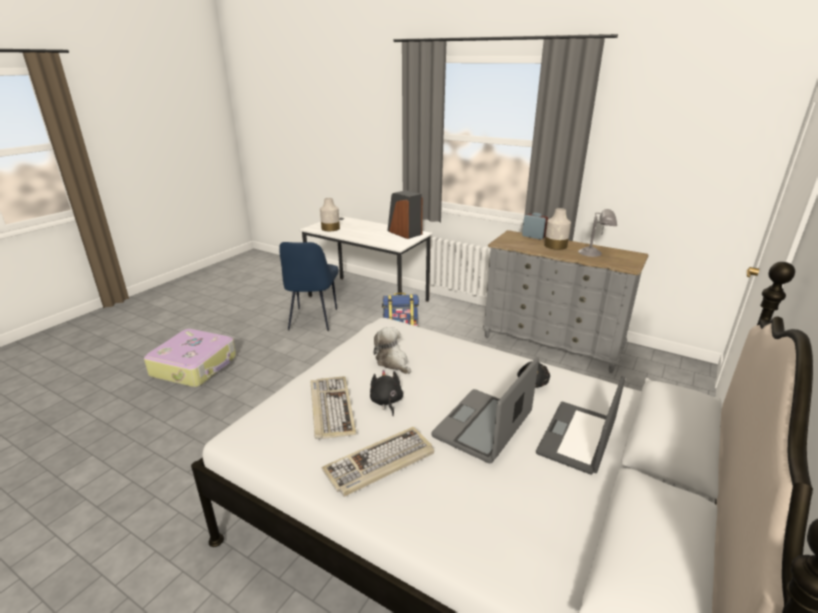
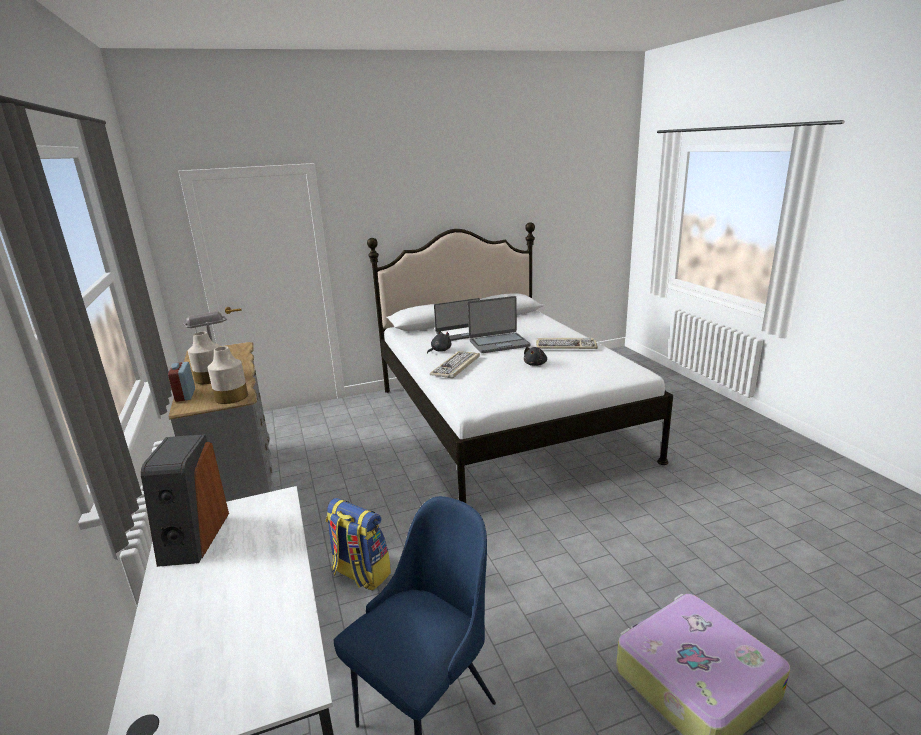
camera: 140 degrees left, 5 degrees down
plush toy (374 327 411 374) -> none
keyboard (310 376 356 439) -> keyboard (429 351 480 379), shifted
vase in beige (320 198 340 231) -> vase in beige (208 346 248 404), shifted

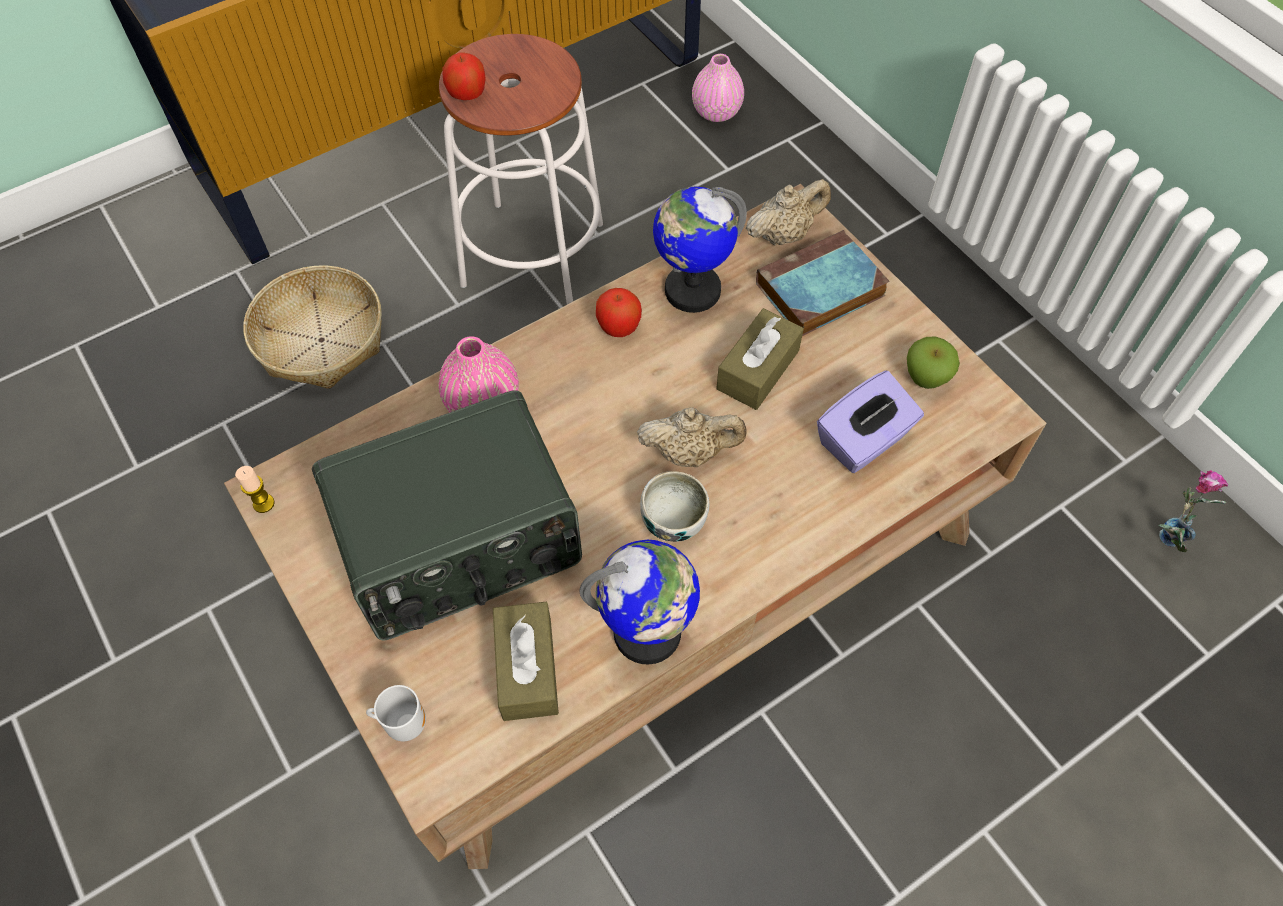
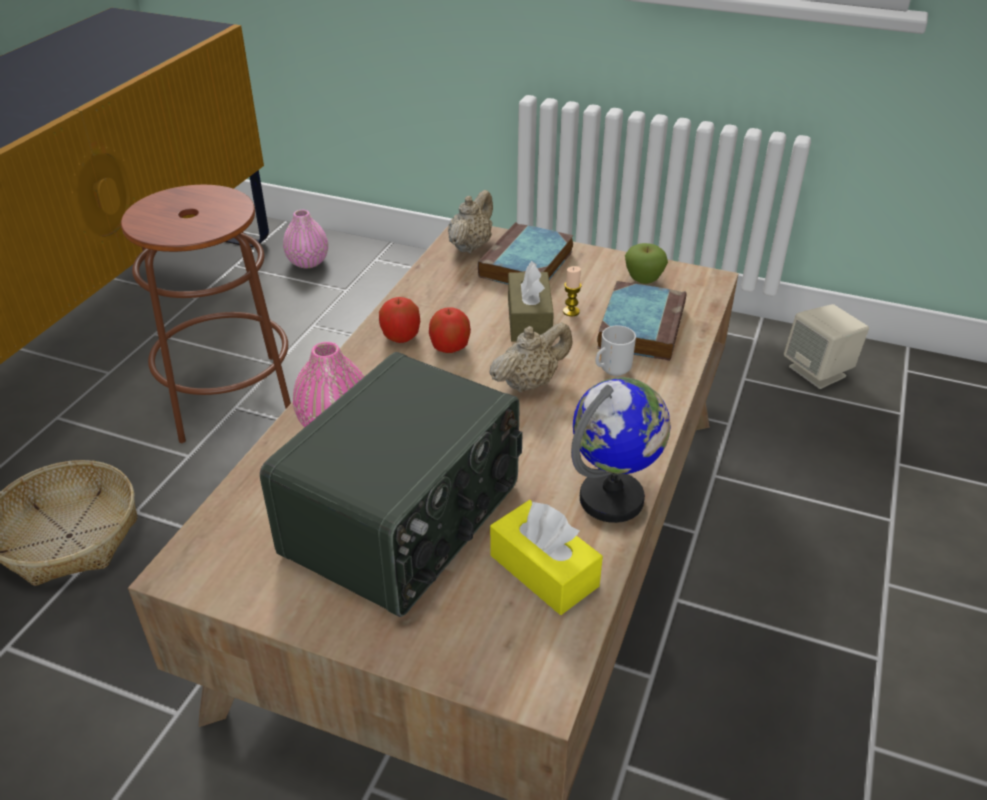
camera: 35 degrees left, 20 degrees down
bowl (640 471 709 542) -> none
globe (653 187 747 313) -> none
candle (235 466 275 513) -> candle (563 266 582 316), shifted
mug (366 685 426 741) -> mug (595 326 636 376), shifted
apple (442 53 486 100) -> apple (429 307 471 353), shifted
tissue box in purple (817 371 924 473) -> book (597 281 686 361)
vase (1158 470 1228 552) -> speaker in beige (784 304 869 389)
stool in white (439 34 603 305) -> stool in brown (121 185 291 443)
tissue box in brown (493 602 559 721) -> tissue box in yellow (490 500 603 615)

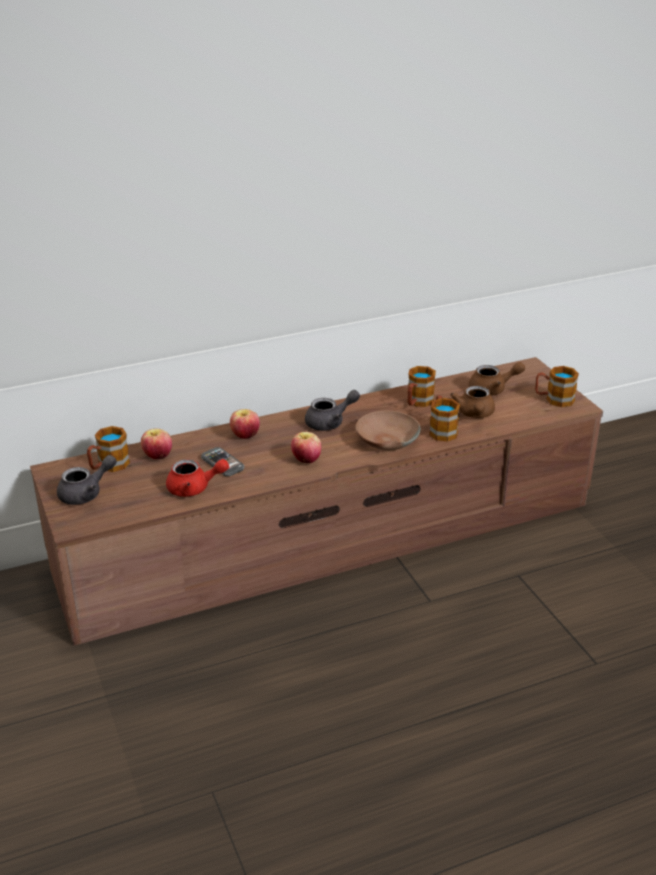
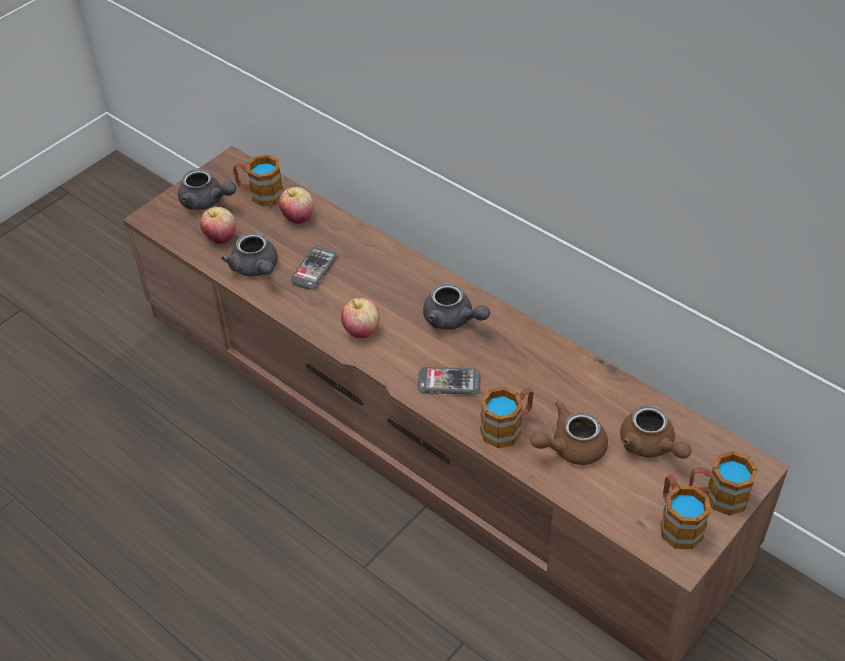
camera: 65 degrees right, 15 degrees up
apple (230 409 260 439) -> apple (200 207 236 244), shifted
mug (407 366 436 407) -> mug (689 451 758 516), shifted
bowl in brown (355 411 421 450) -> phone (418 367 481 395)
teapot in red (166 459 229 497) -> teapot in grey (222 232 278 277)

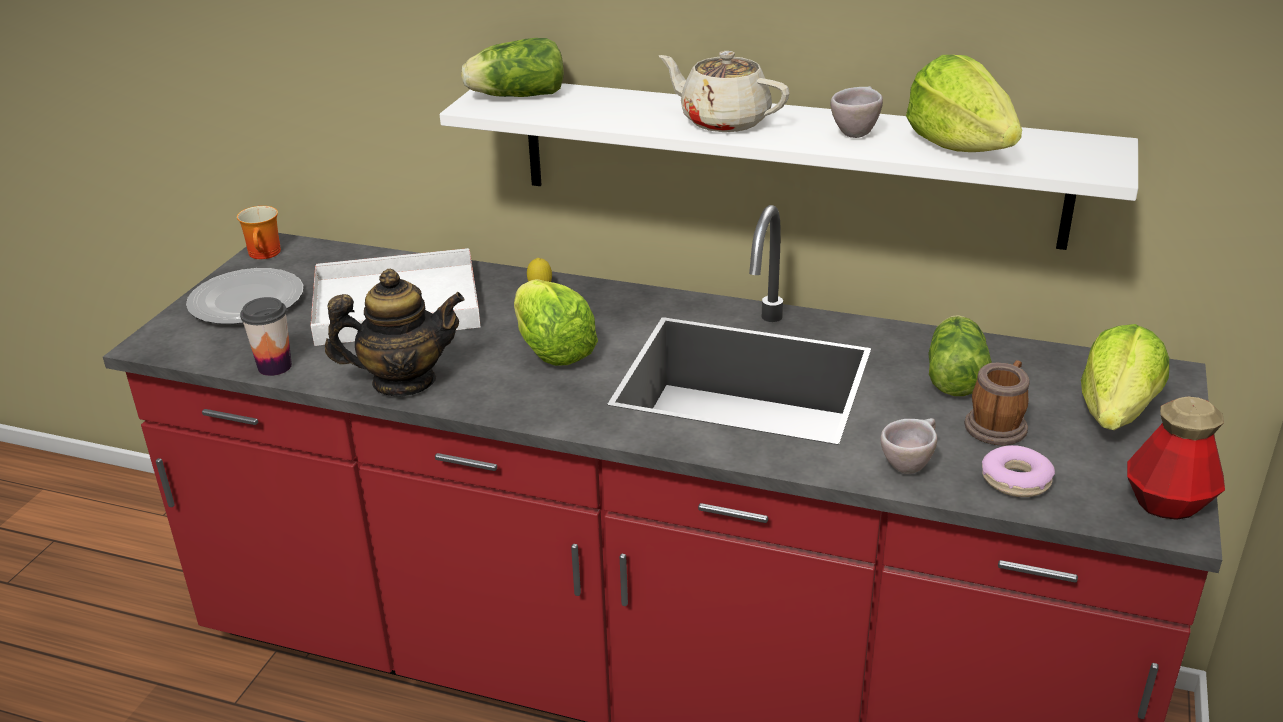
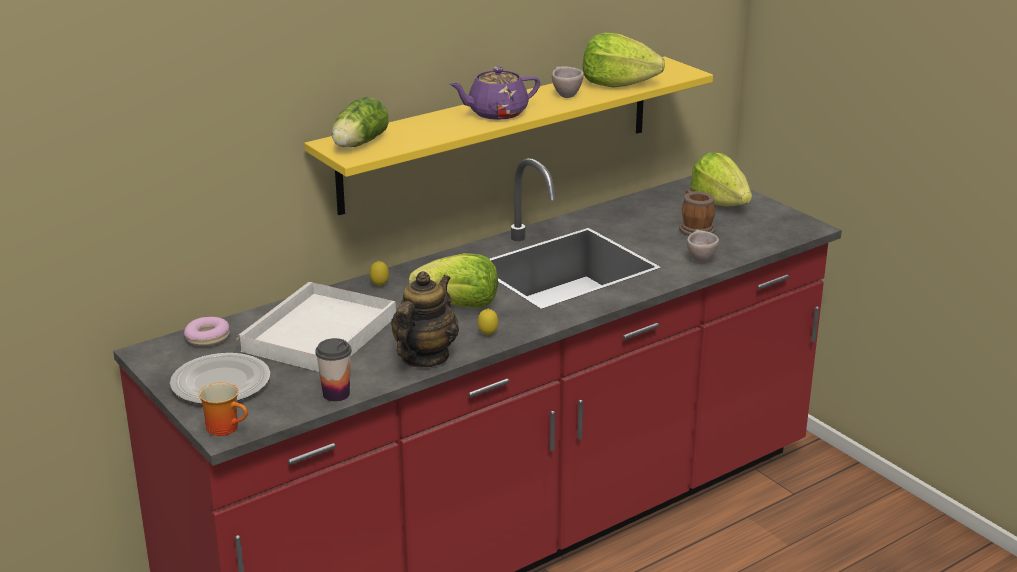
camera: 55 degrees left, 5 degrees down
lettuce (928 315 992 396) -> none
bottle (1127 397 1225 520) -> none
none -> lemon (478 309 498 335)
mug (237 206 281 259) -> mug (199 382 248 436), shifted
donut (982 445 1055 497) -> donut (184 317 229 346), shifted
shelf in white (440 83 1138 250) -> shelf in yellow (304 57 713 215)
teapot in beige (659 51 790 132) -> teapot in purple (450 67 540 120)

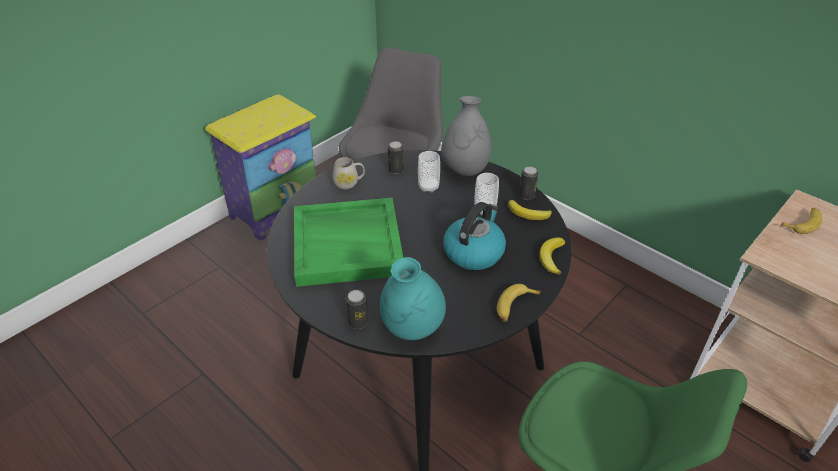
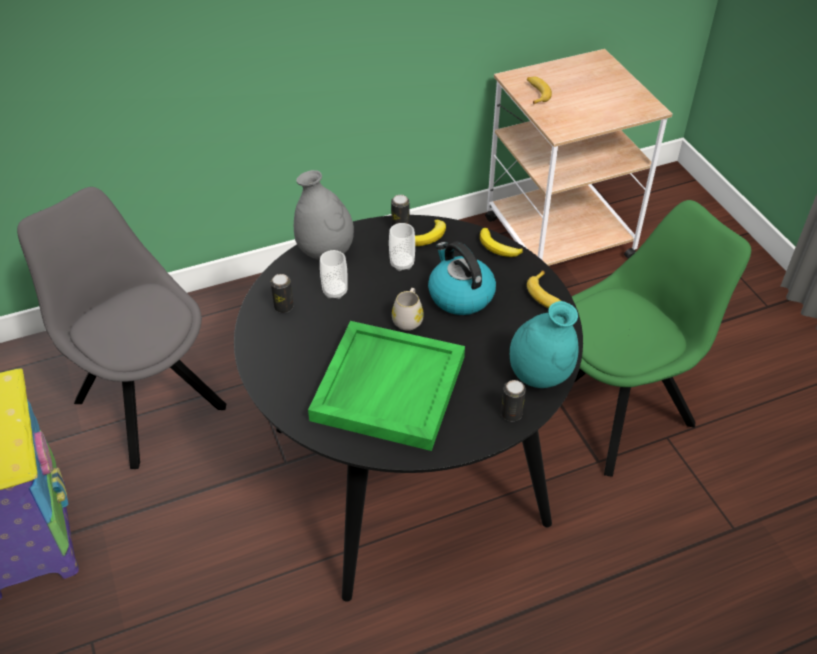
camera: 65 degrees left, 5 degrees up
mug in white (332 157 365 189) -> mug in white (392 288 424 331), shifted

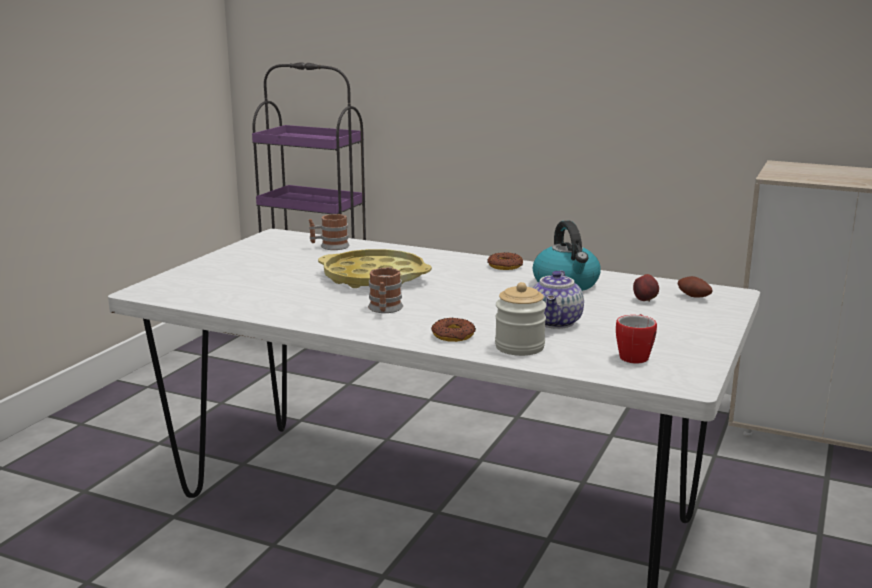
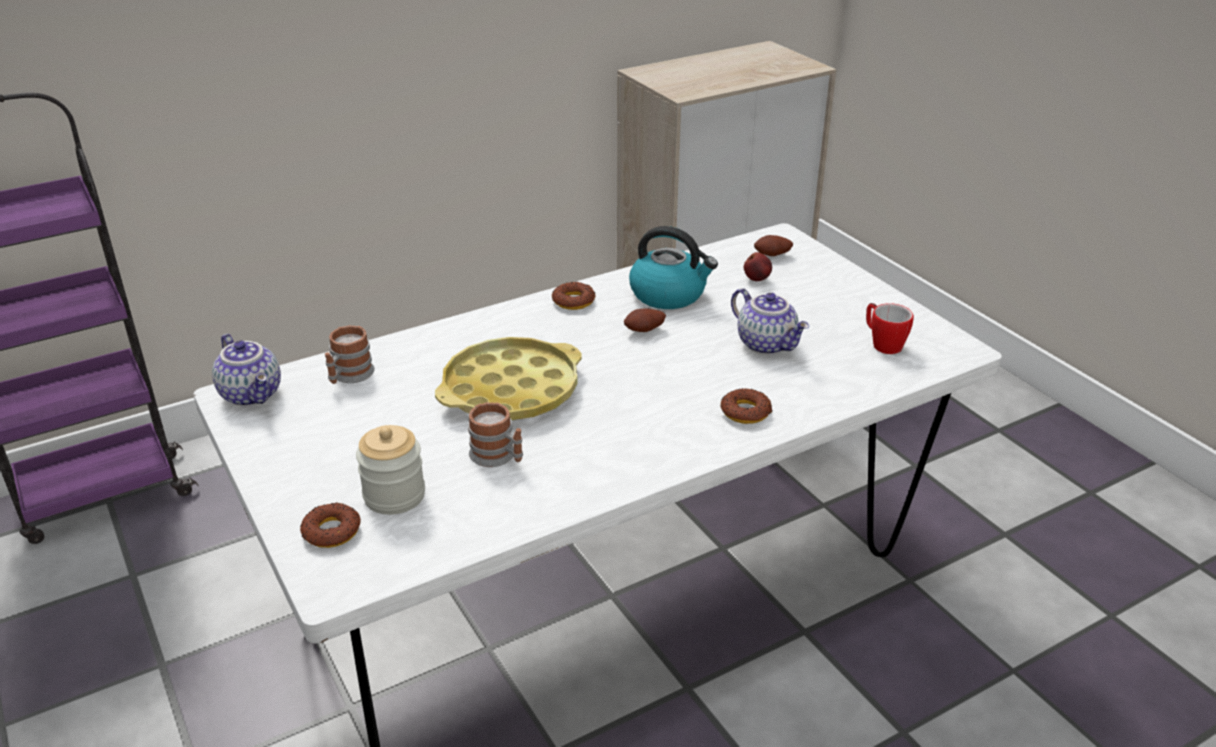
camera: 55 degrees left, 15 degrees up
none -> teapot (212 334 281 407)
none -> donut (300 502 361 548)
none -> potato (624 308 666 332)
mug (368 267 403 313) -> mug (468 402 523 467), shifted
jar (495 282 547 356) -> jar (356 425 425 515), shifted

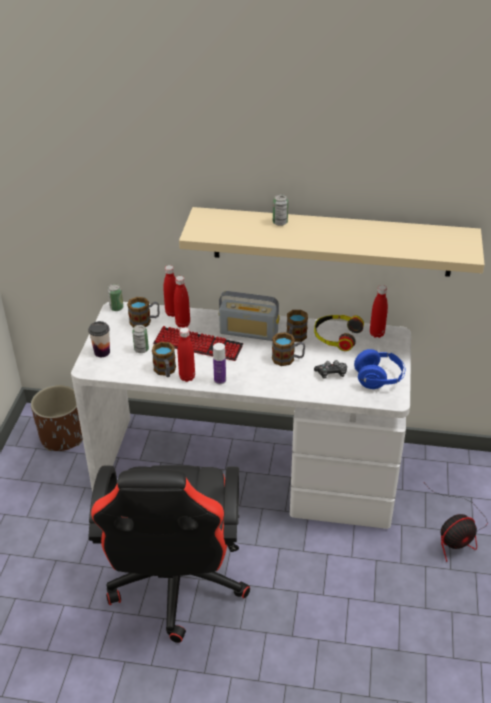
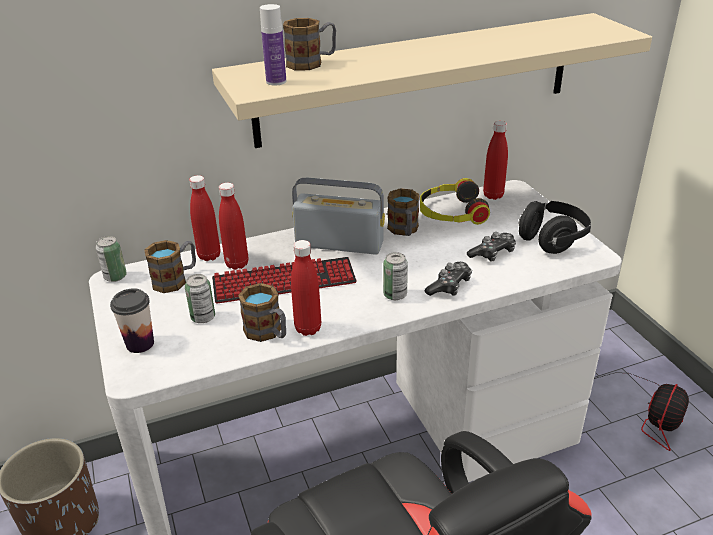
camera: 30 degrees left, 5 degrees down
none -> game controller (425 262 472 296)
bottle (213 343 226 384) -> bottle (260 4 286 85), shifted
mug (272 332 305 366) -> mug (283 18 336 70), shifted
can (273 194 288 226) -> can (383 252 408 300), shifted
headphones in blue (354 349 406 389) -> headphones in black (519 201 591 254)
radio (219 291 280 341) -> radio (292 178 385 255), 150 degrees counterclockwise

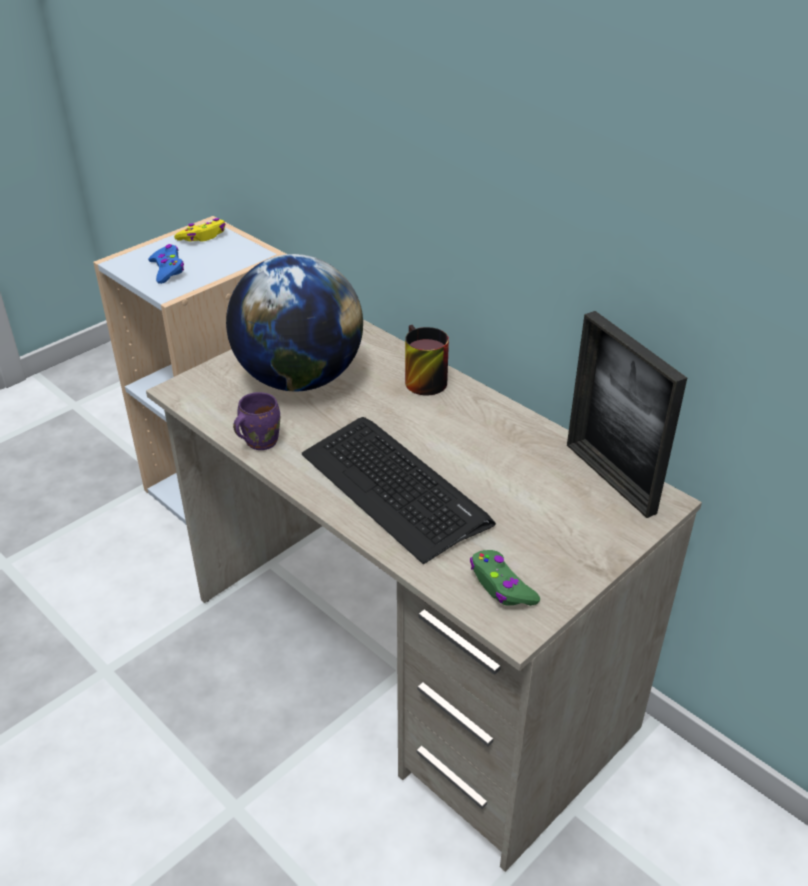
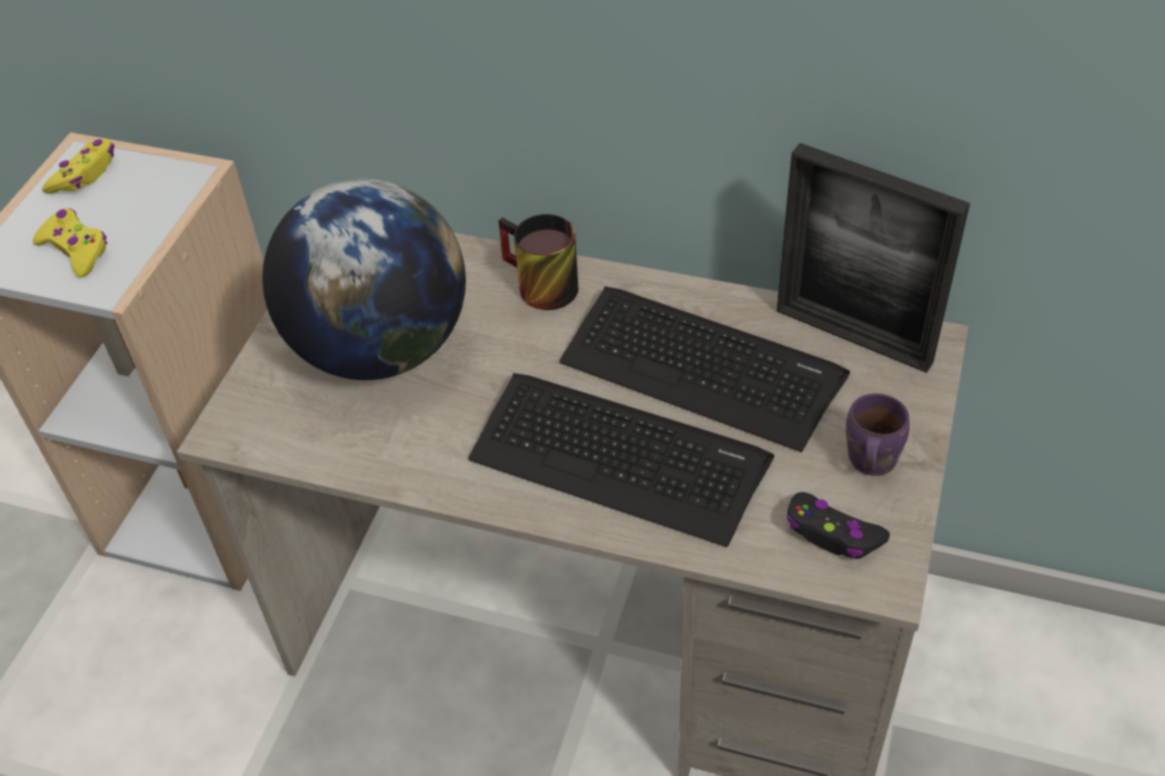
camera: 25 degrees left, 10 degrees up
none -> keyboard (559 286 850 452)
mug in purple (233 392 280 450) -> mug in purple (846 393 910 476), shifted
game controller in blue (148 244 184 284) -> game controller in yellow (33 208 107 278)
game controller in green (470 550 540 606) -> game controller in black (787 492 890 559)

